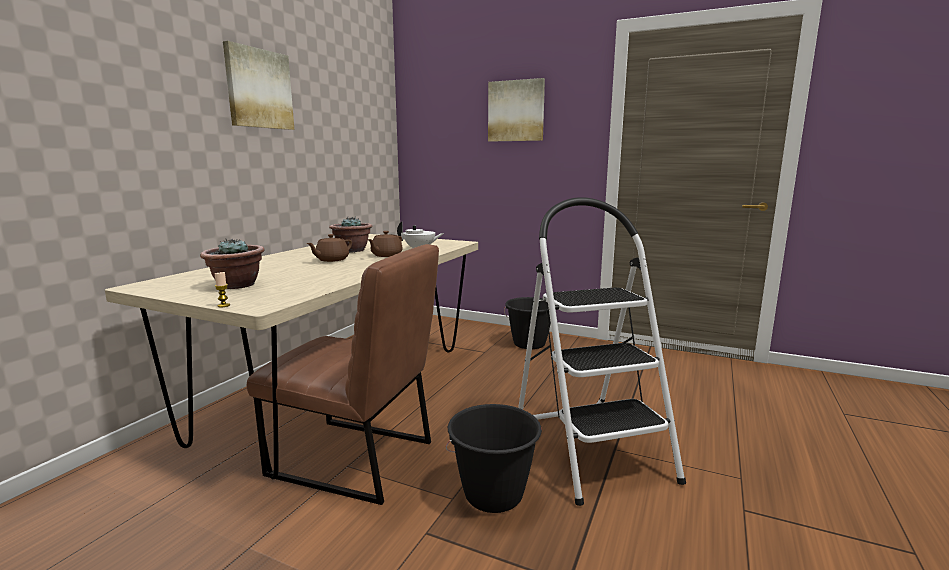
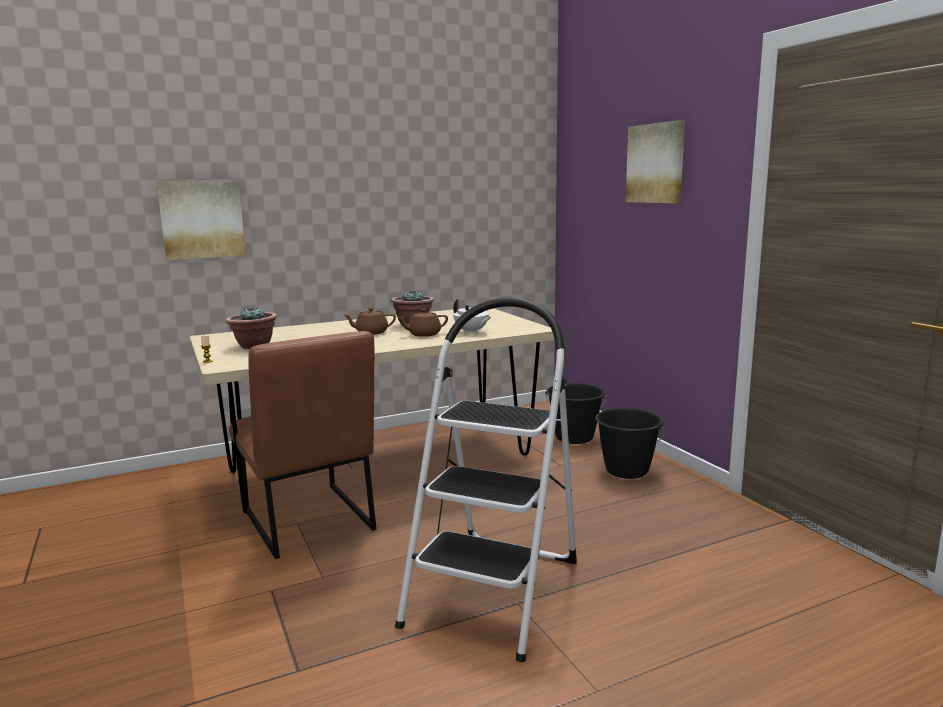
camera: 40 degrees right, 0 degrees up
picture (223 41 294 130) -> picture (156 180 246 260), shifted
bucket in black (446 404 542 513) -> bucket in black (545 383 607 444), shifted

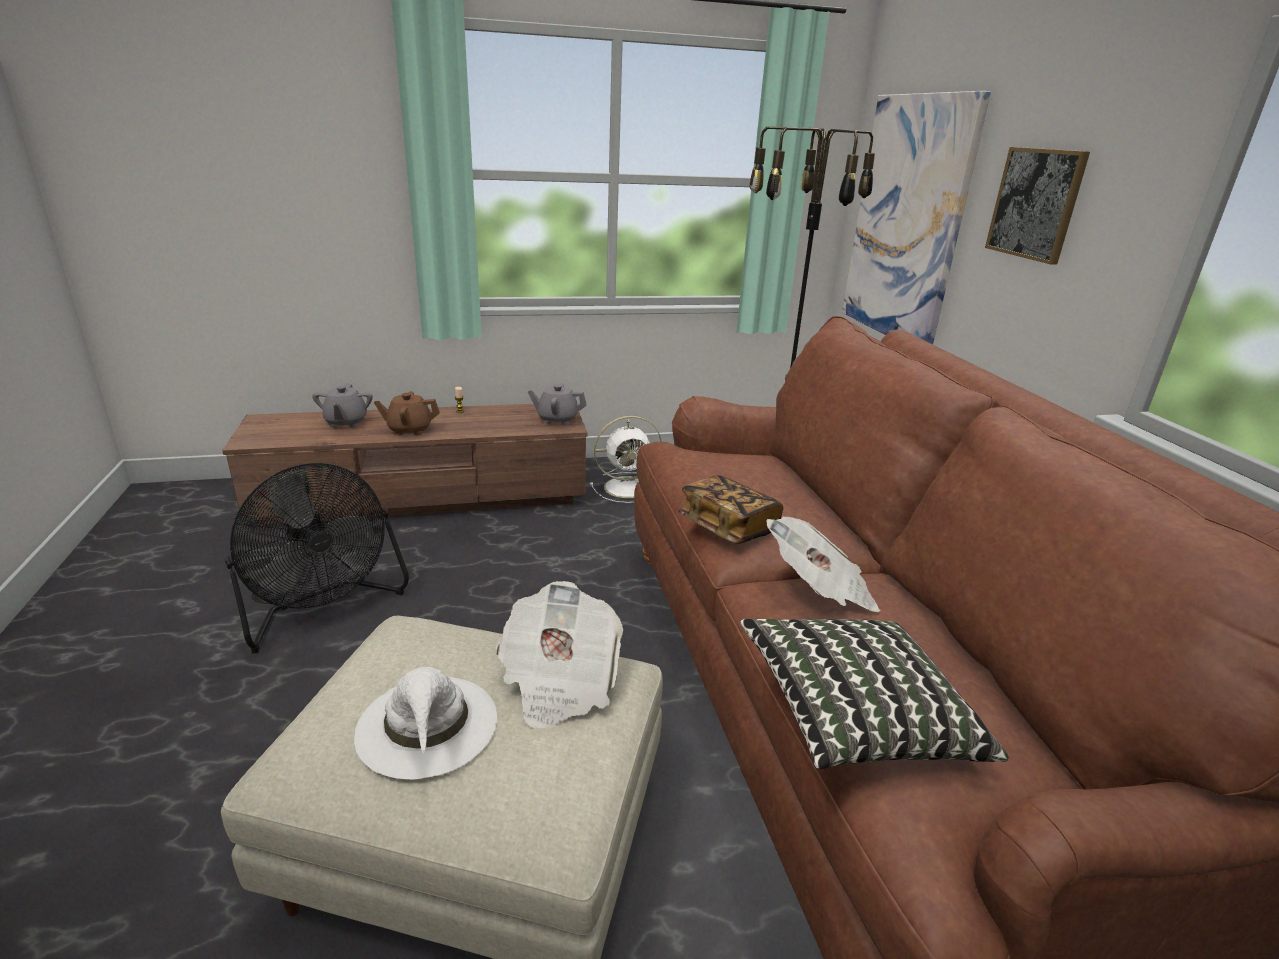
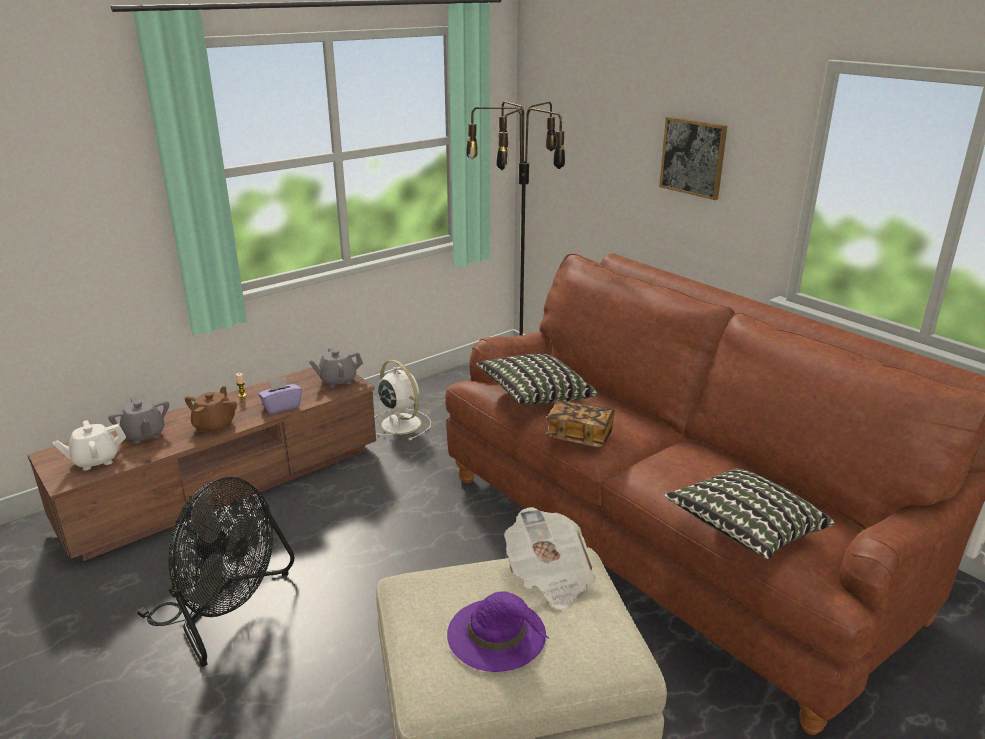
camera: 25 degrees left, 0 degrees up
newspaper (766 517 880 612) -> none
picture (842 91 991 344) -> none
none -> teapot in white (53 420 126 471)
none -> tissue box in purple (258 377 302 414)
none -> pillow (476 354 598 404)
hat in white (354 667 497 780) -> hat in purple (447 591 549 672)
teapot in brown (374 391 440 436) -> teapot in brown (185 386 237 434), 135 degrees clockwise
fan in white (590 416 662 503) -> fan in white (375 360 431 440), 90 degrees counterclockwise

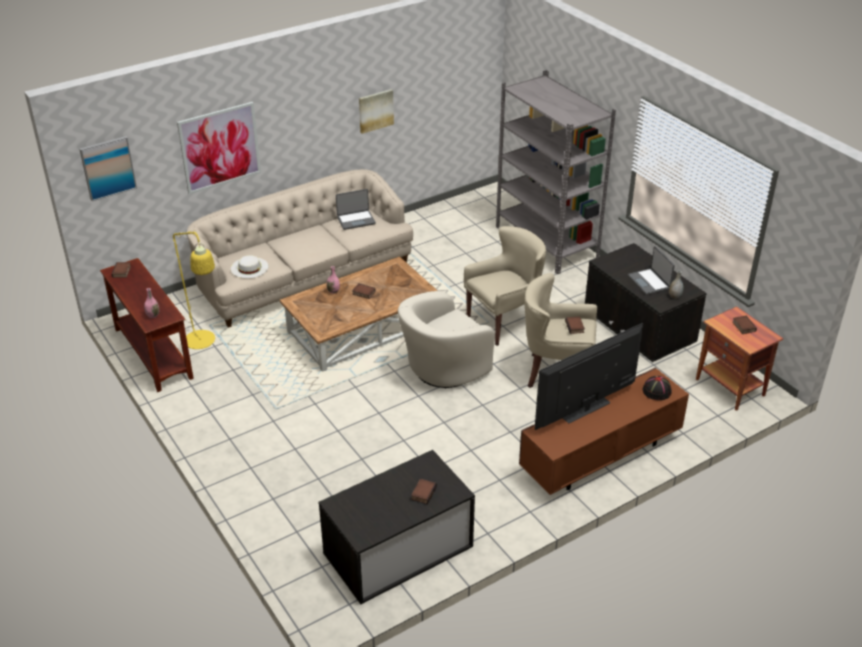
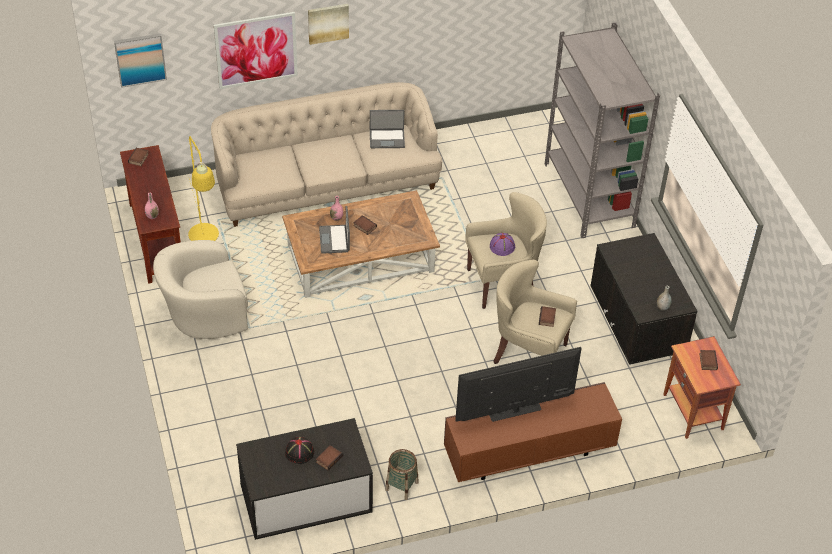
camera: 15 degrees right, 10 degrees up
hat in white (231 255 268 278) -> none
none -> basket (385 449 418 500)
none -> hat in purple (490 233 515 256)
picture (359 89 394 134) -> picture (308 4 349 45), shifted
armchair in beige (398 291 495 389) -> armchair in beige (153 240 248 339), shifted
laptop (628 246 675 295) -> laptop (319 206 350 254), shifted
hat in black (643 376 672 400) -> hat in black (285 437 314 464), shifted

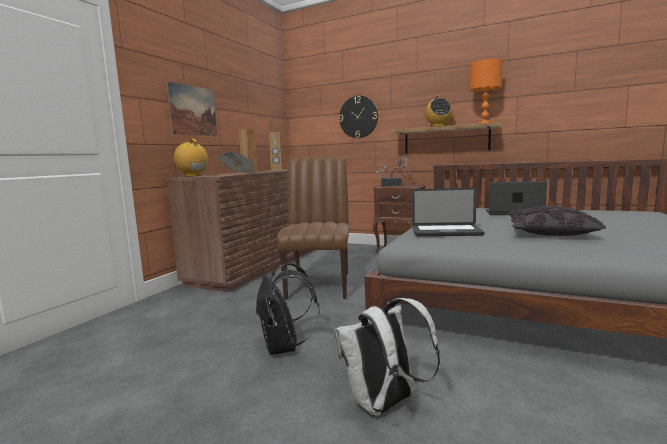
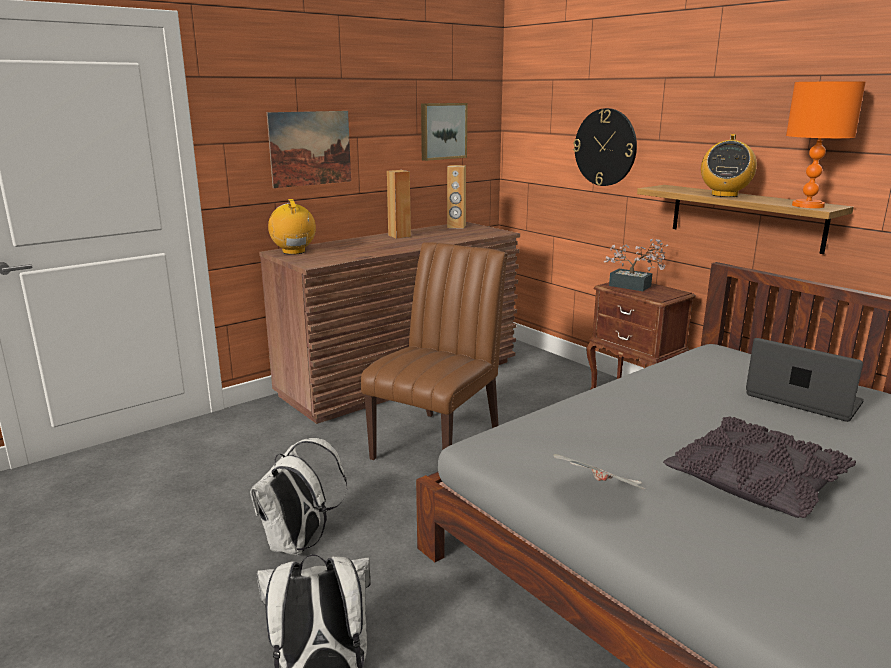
camera: 25 degrees right, 10 degrees up
laptop (412 188 484 236) -> none
none -> picture (421 103 468 161)
newspaper (218 152 254 173) -> newspaper (554 454 646 490), shifted
backpack in black (255 262 320 355) -> backpack in white (250 438 347 555)

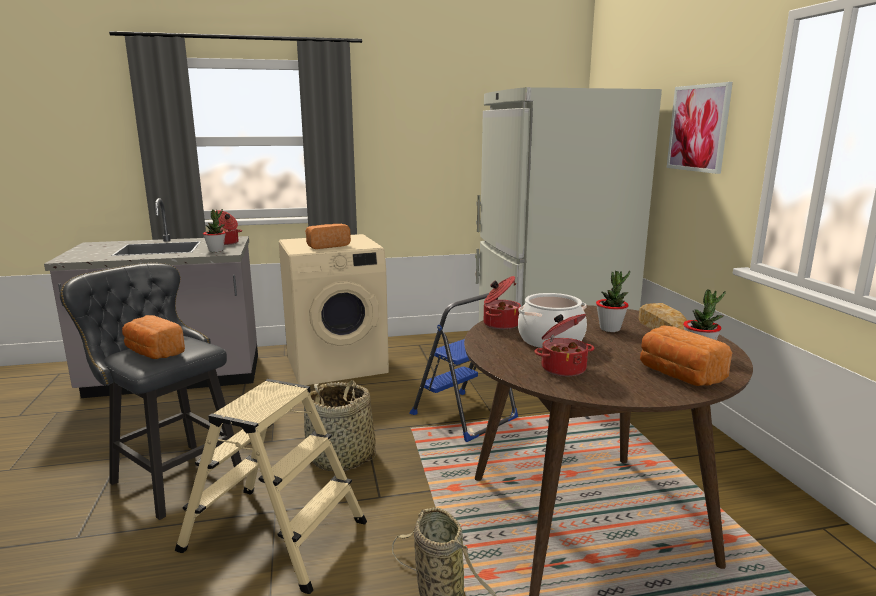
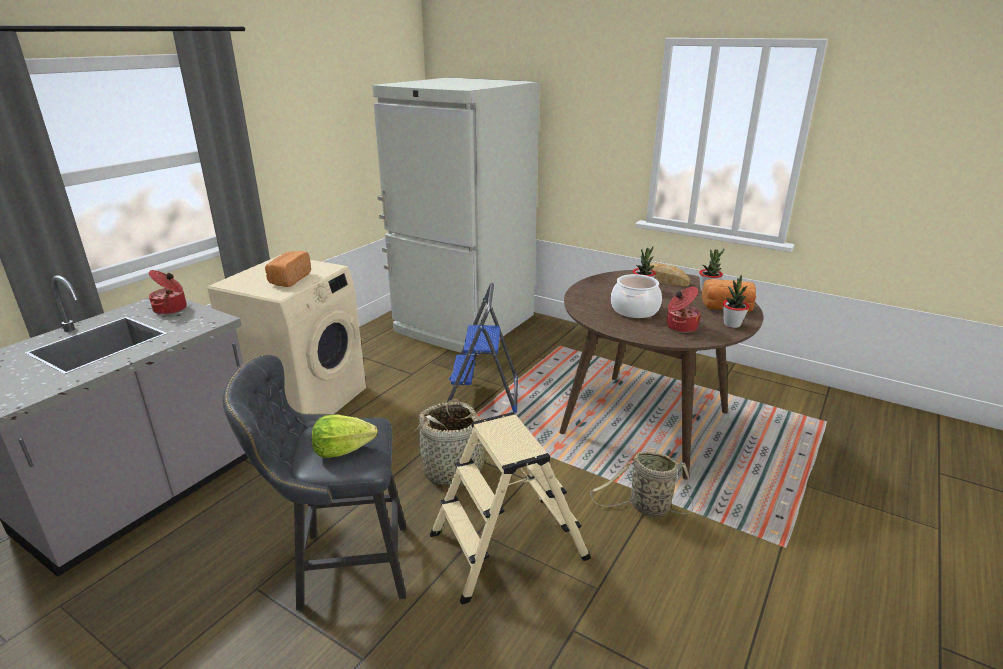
camera: 45 degrees left, 10 degrees up
cooking pot (484 276 521 329) -> none
picture (667 82 733 174) -> none
potted plant (203 209 226 252) -> potted plant (722 275 750 328), shifted
bread (122 315 185 359) -> lettuce (312 414 378 458)

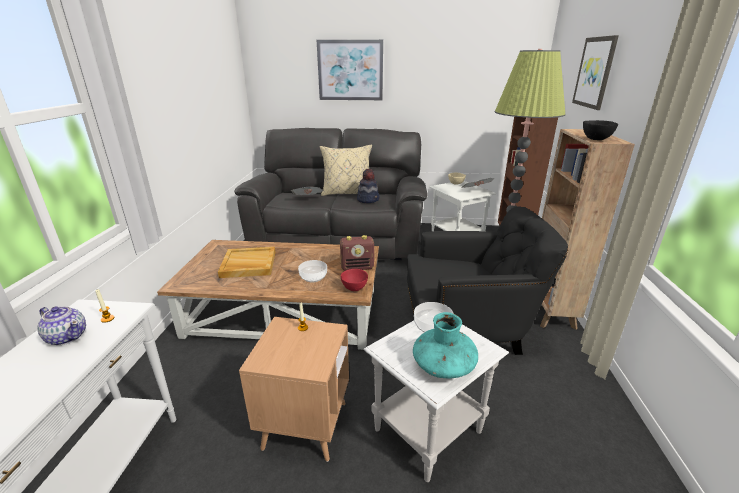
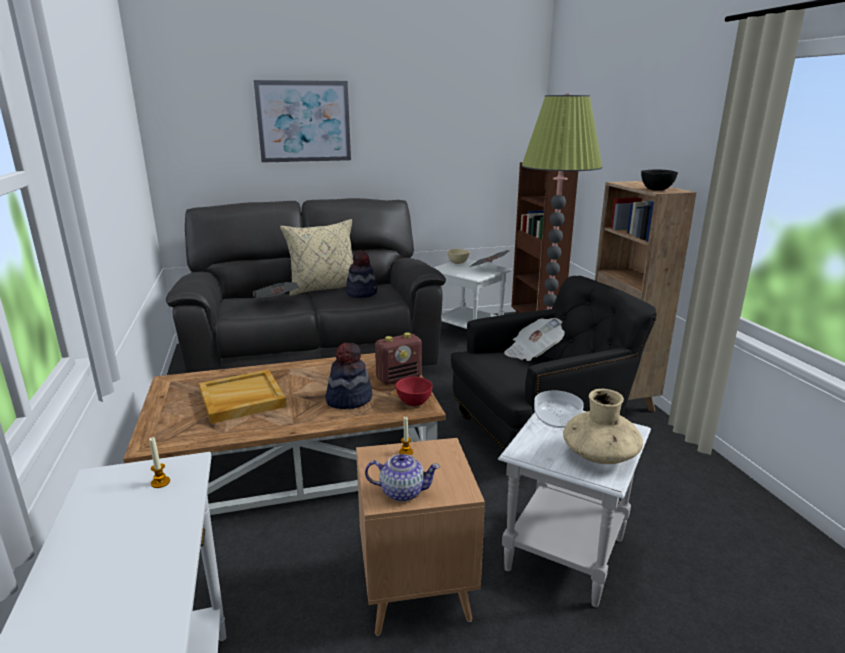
camera: 20 degrees left, 5 degrees down
picture (572 35 619 110) -> none
none -> newspaper (504 318 565 361)
teapot (37 306 86 345) -> teapot (365 454 440 502), shifted
bowl (298 260 327 282) -> hat (325 343 372 409)
vase in turquoise (413 312 478 378) -> vase in beige (563 389 643 464)

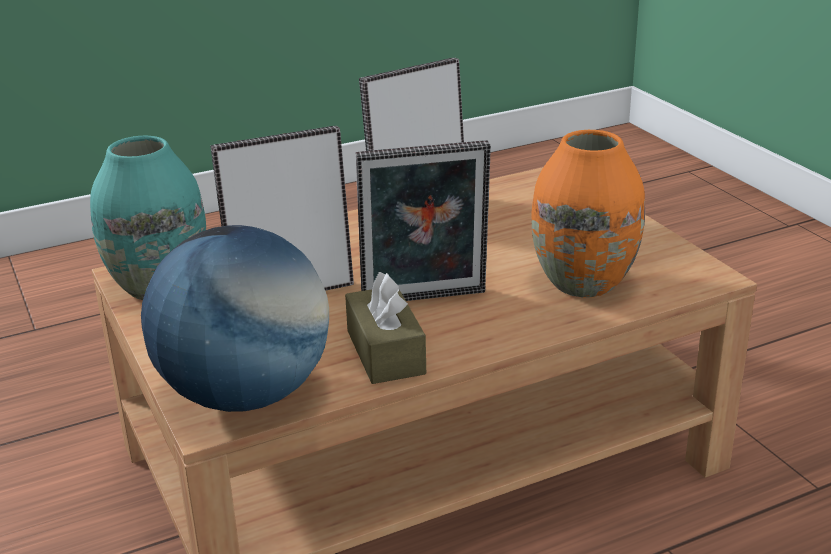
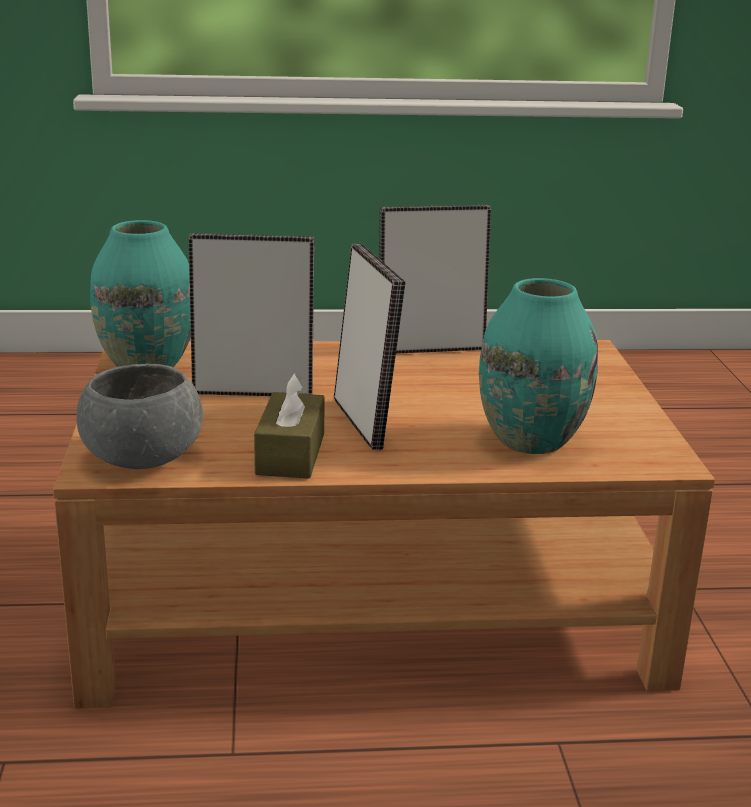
camera: 20 degrees right, 5 degrees down
globe (141 225 329 412) -> bowl in grey (76 364 203 469)
vase in orange (531 130 645 298) -> vase in turquoise (479 278 598 454)
picture frame (356 140 491 301) -> picture frame (334 244 406 450), 120 degrees counterclockwise

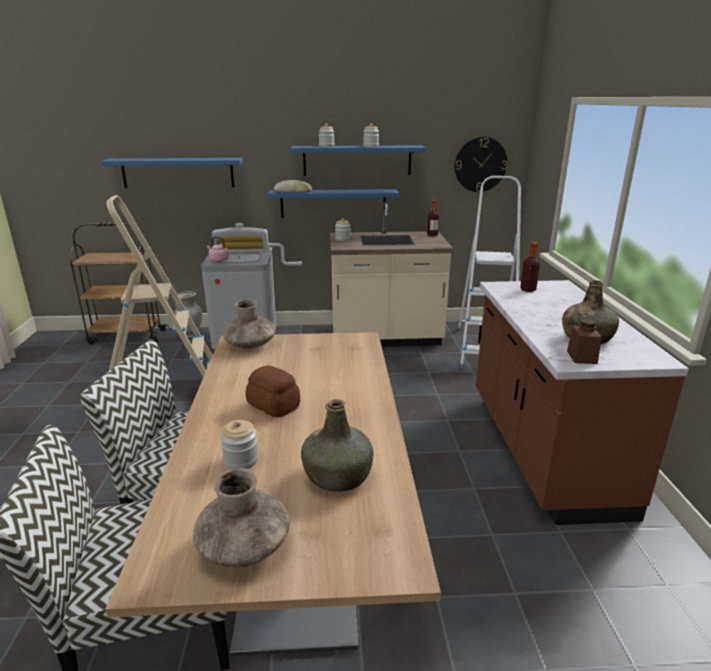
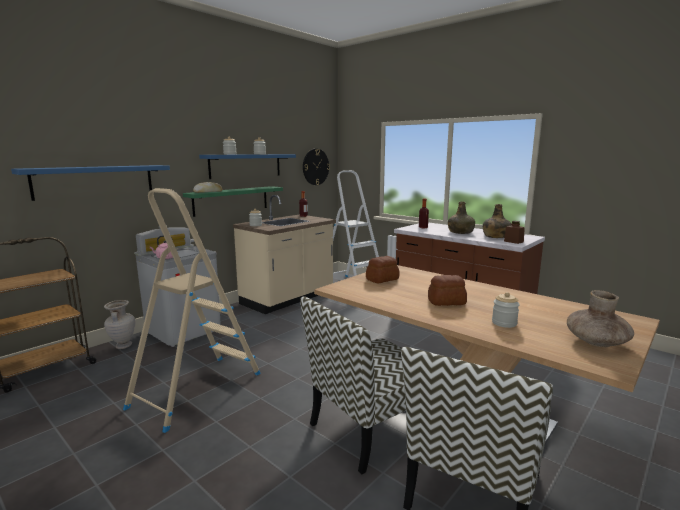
camera: 45 degrees left, 10 degrees down
vase in brown (223 299 276 349) -> none
none -> bread (366 256 399 283)
bottle in green (301 399 374 492) -> bottle in green (448 202 475 234), shifted
shelf in blue (267 189 399 218) -> shelf in green (183 186 283 217)

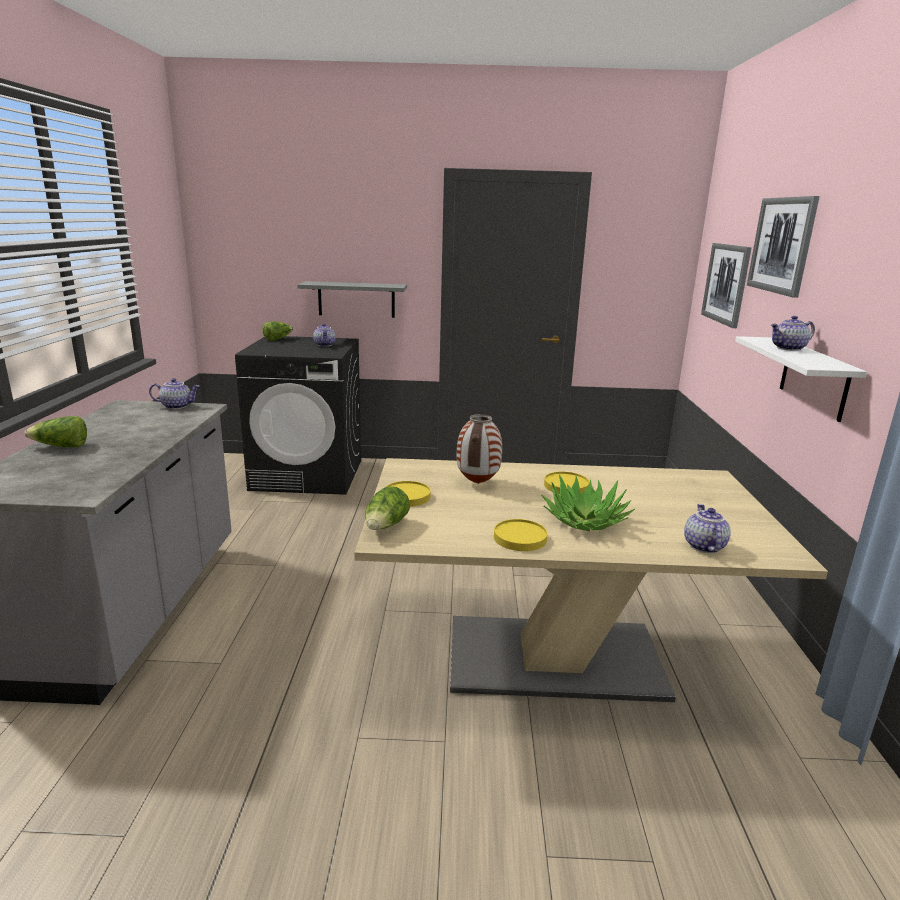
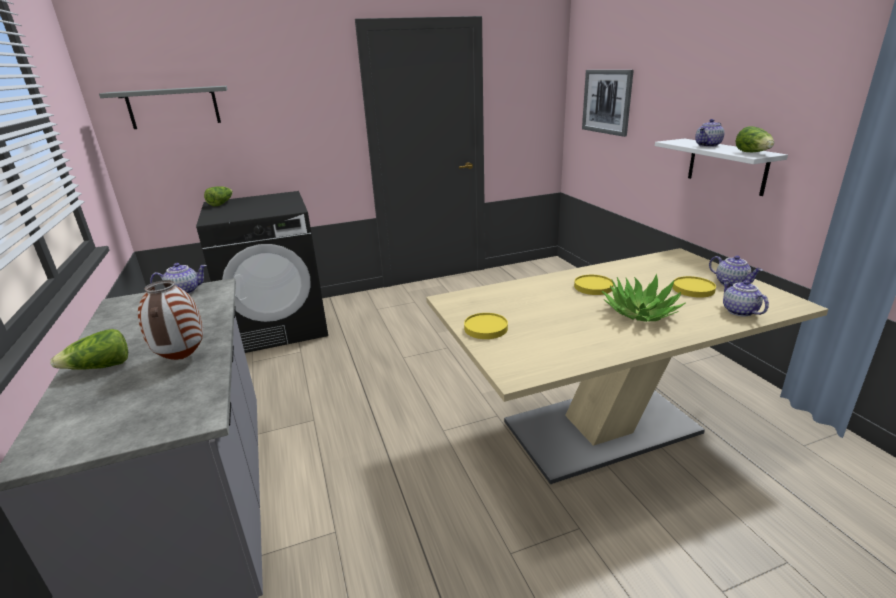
camera: 20 degrees left, 5 degrees up
picture (747 196 820 298) -> none
shelf in grey (297 281 407 318) -> shelf in grey (99 86 227 129), shifted
teapot (313 323 336 347) -> teapot (709 256 763 286), shifted
lettuce (365 486 410 530) -> lettuce (736 126 774 152), shifted
vase (457 414 502 484) -> vase (138 280 204 360), shifted
plate in yellow (494 519 548 551) -> plate in yellow (673 276 716 298), shifted

